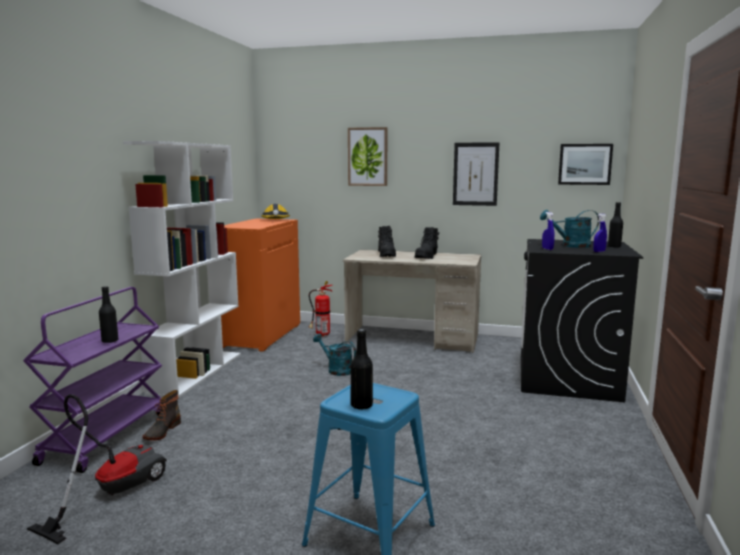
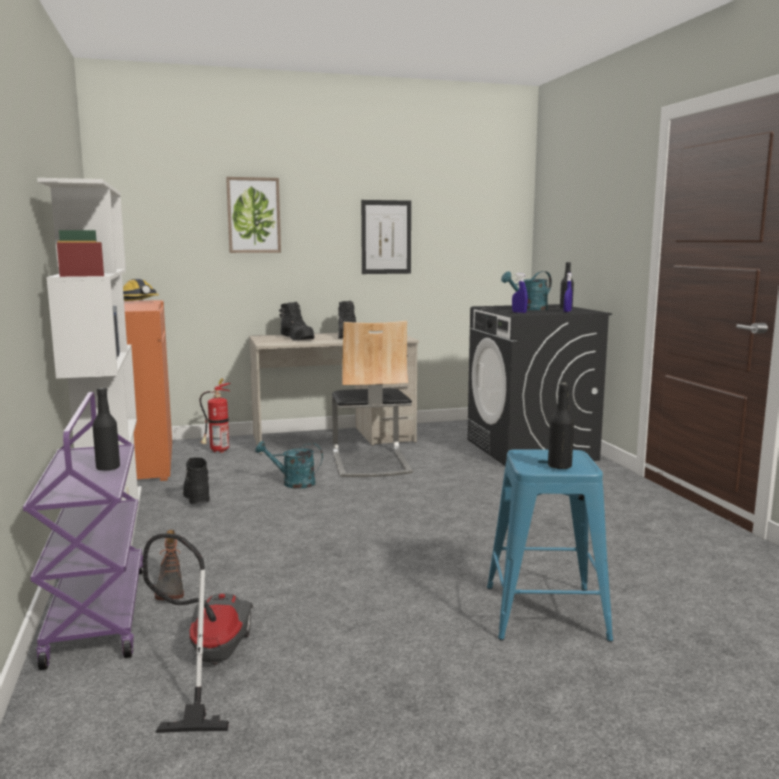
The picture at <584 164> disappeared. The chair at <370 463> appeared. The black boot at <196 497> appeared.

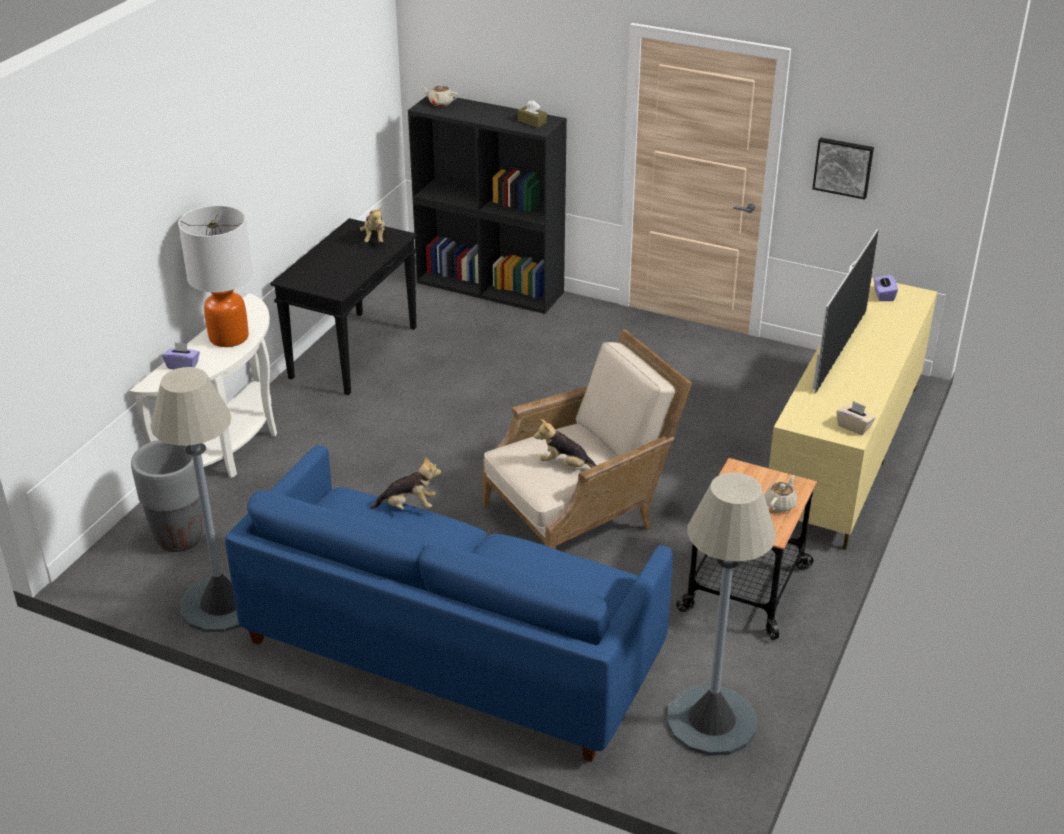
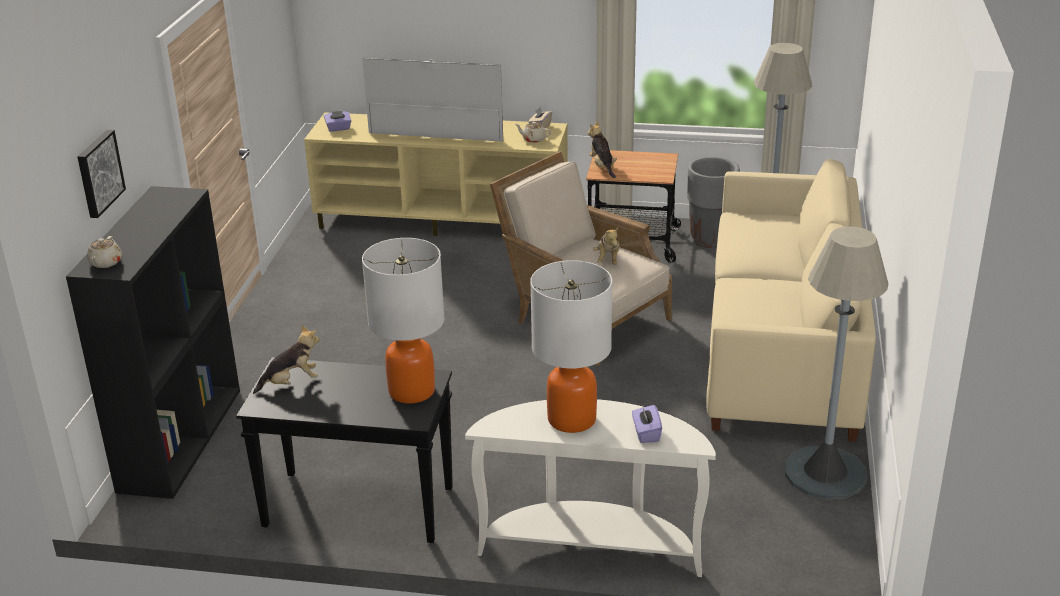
The brown tissue box at <532 122> disappeared. The picture moved from <843 167> to <98 173>. The grey planter moved from <179 538> to <709 240>. The blue sofa at <451 648> became the beige sofa at <782 345>. The plush toy moved from <408 506> to <602 167>. The beige teapot moved from <780 504> to <533 139>. The table lamp at <412 391> appeared.

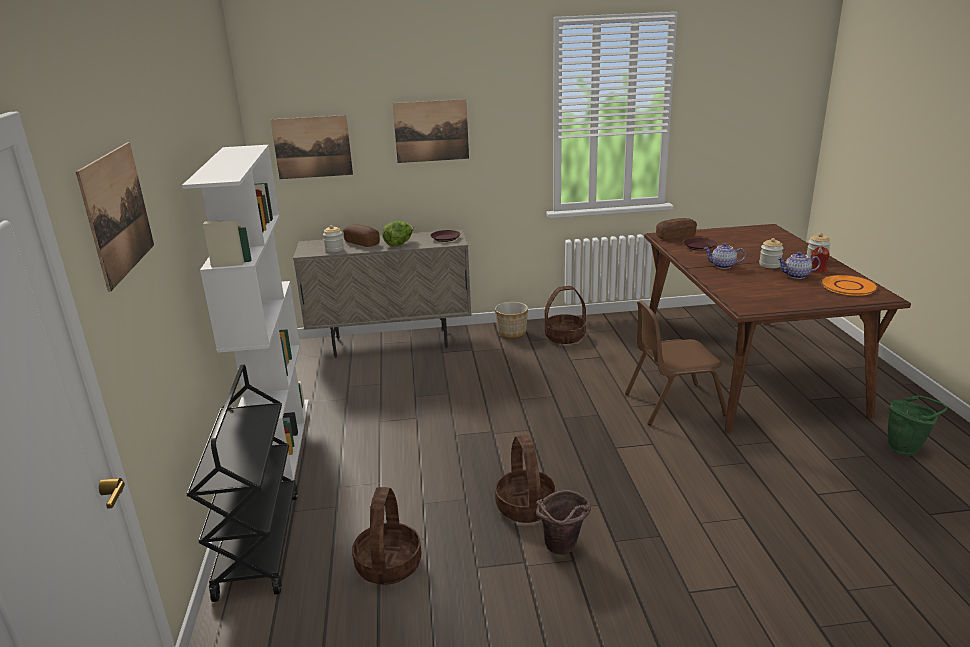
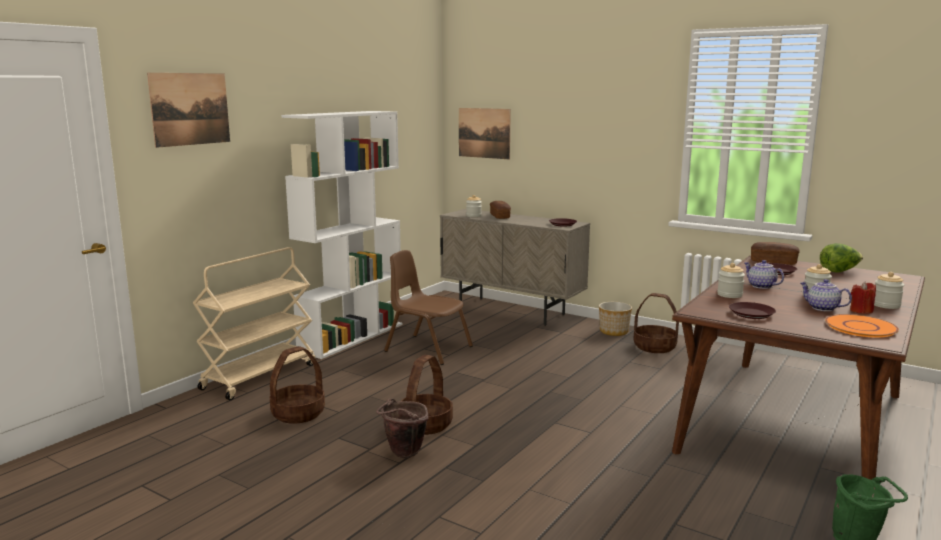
The picture at <431 131> disappeared. The lettuce moved from <399 244> to <839 271>. The brown chair moved from <673 404> to <428 349>. The black cart at <258 543> became the beige cart at <259 376>. The jar at <729 295> appeared. The brown plate at <751 314> appeared.

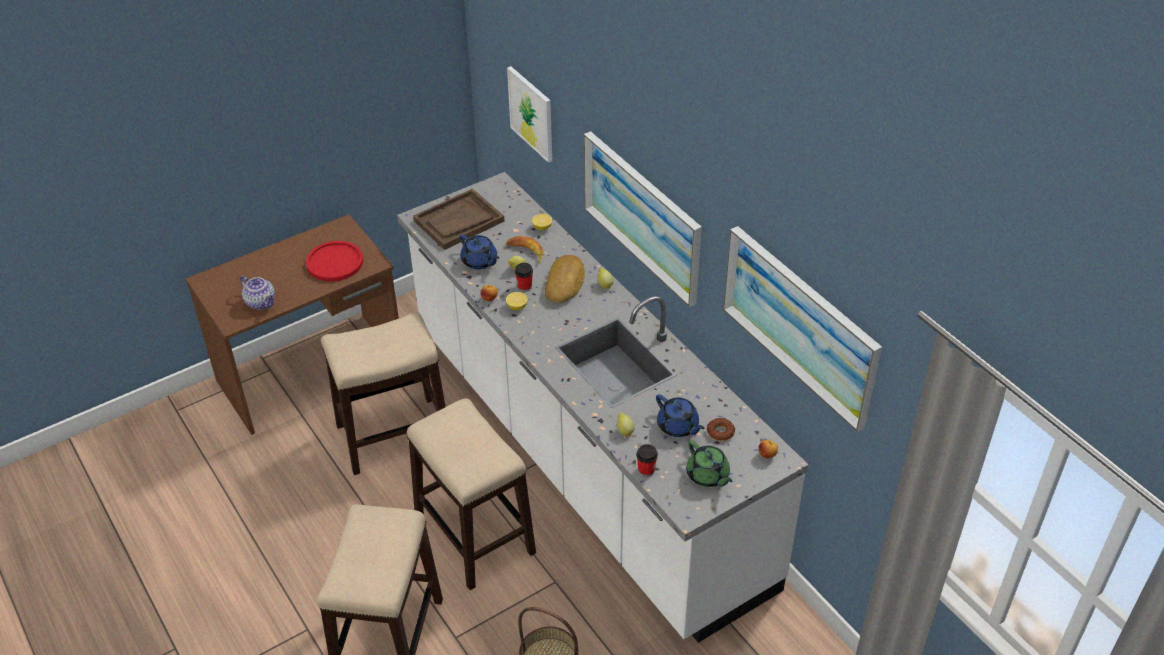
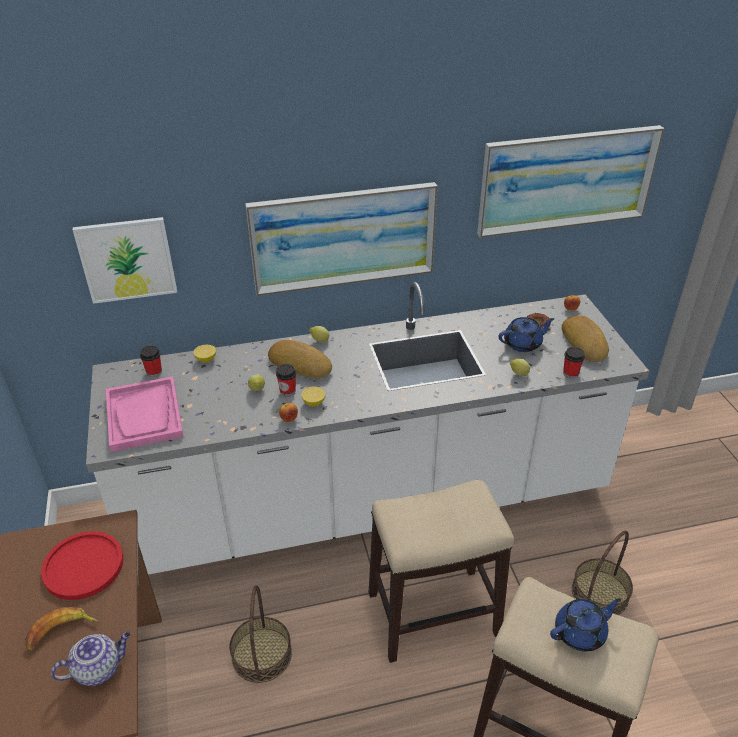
The brown tray at <459 221> became the pink tray at <144 415>. The blue teapot moved from <479 261> to <581 632>. The banana moved from <526 252> to <60 632>. The stool at <395 435> was replaced by the basket at <261 654>. The green teapot at <708 475> was replaced by the bread at <585 343>. The cup at <154 372> appeared.

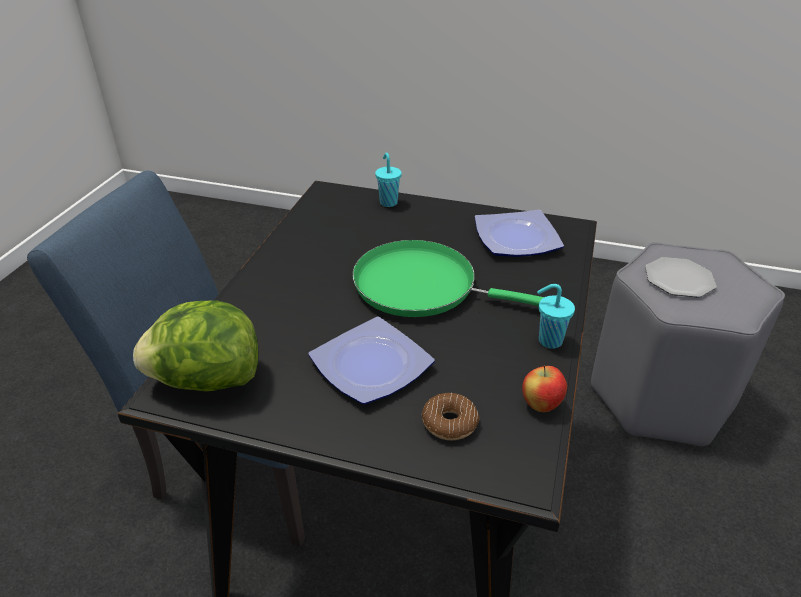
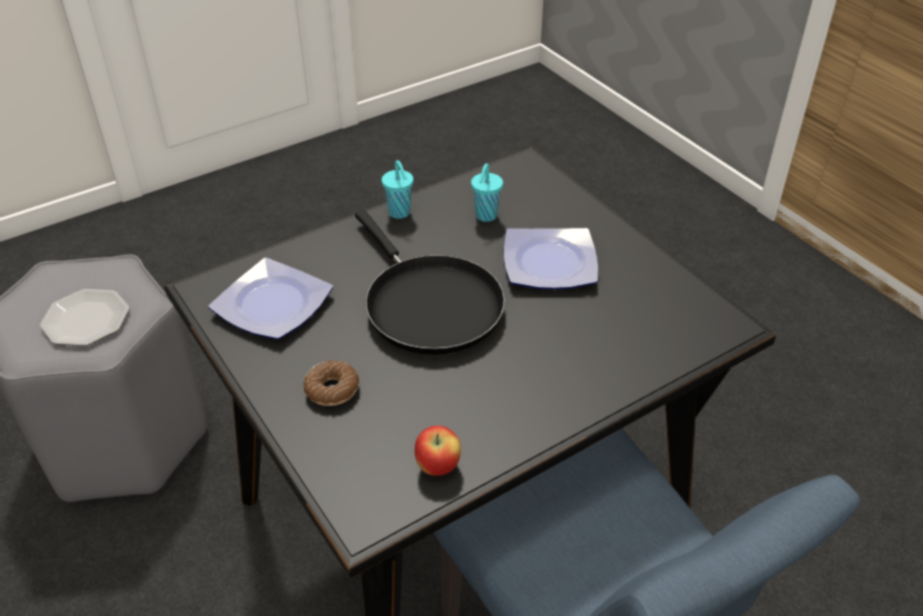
The turquoise cup moved from <388 202> to <485 216>. The green frying pan at <423 286> became the black frying pan at <428 304>. The lettuce at <207 380> disappeared. The apple moved from <541 405> to <438 466>. The donut moved from <449 423> to <332 389>.

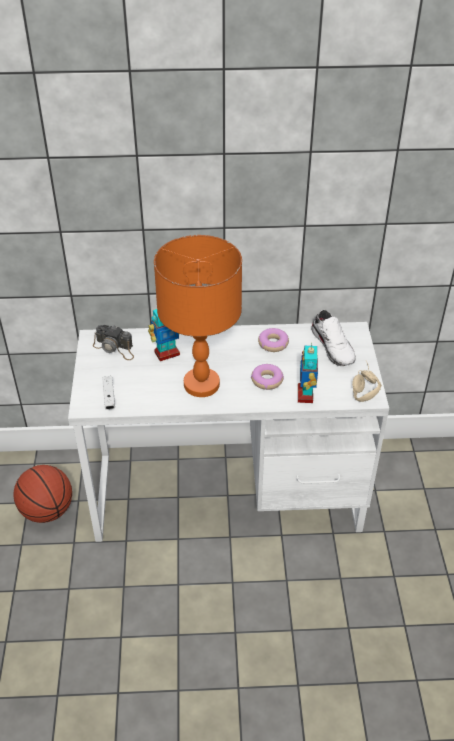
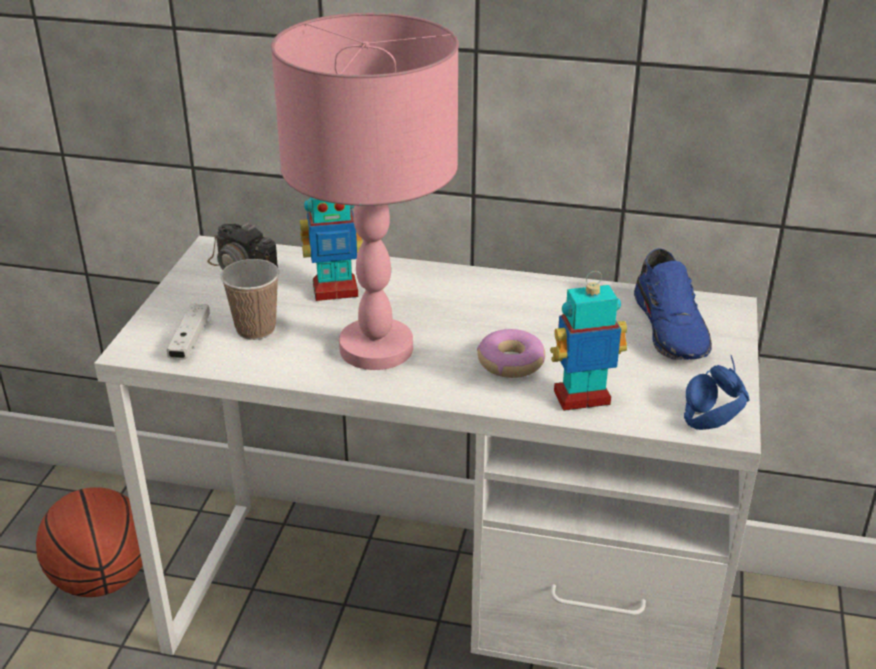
The orange table lamp at <202 384> became the pink table lamp at <377 348>. The white shoe at <334 347> became the blue shoe at <672 328>. The donut at <273 343> disappeared. The toy robot at <306 394> turned 60 degrees clockwise. The beige headphones at <361 385> became the blue headphones at <709 401>. The cup at <256 329> appeared.

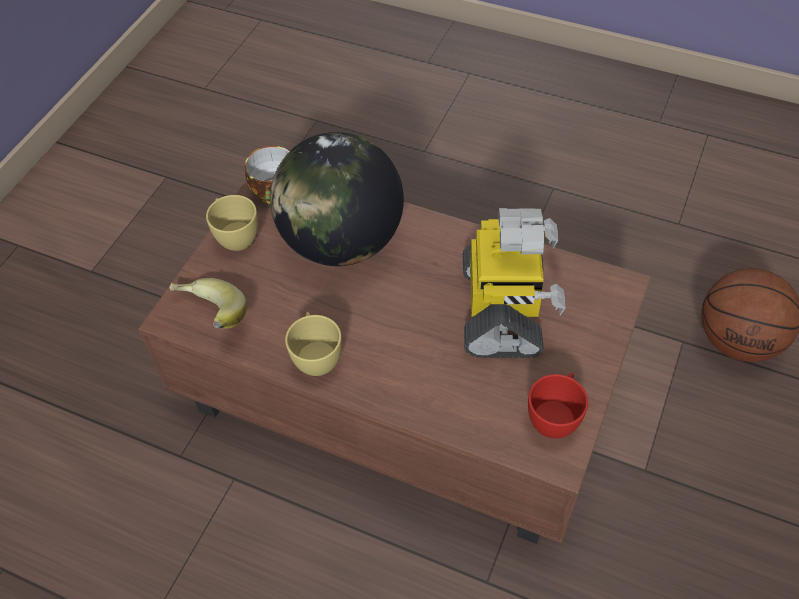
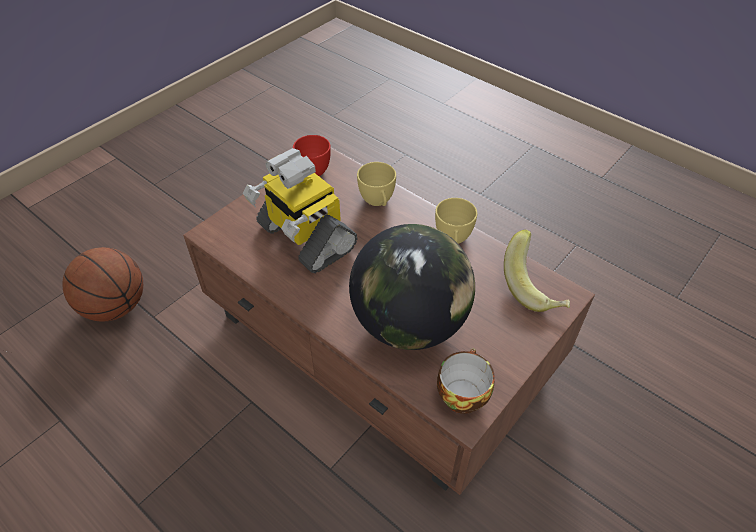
The yellow cup moved from <235 236> to <378 202>. The toy robot at <503 310> turned 60 degrees counterclockwise.

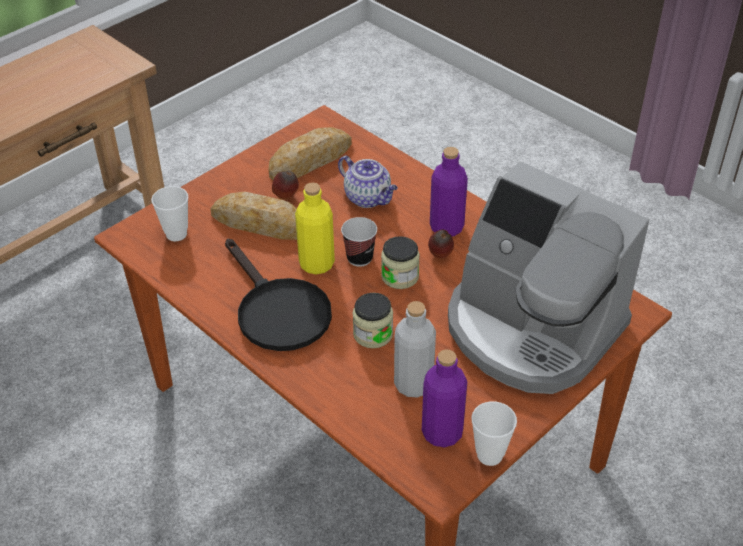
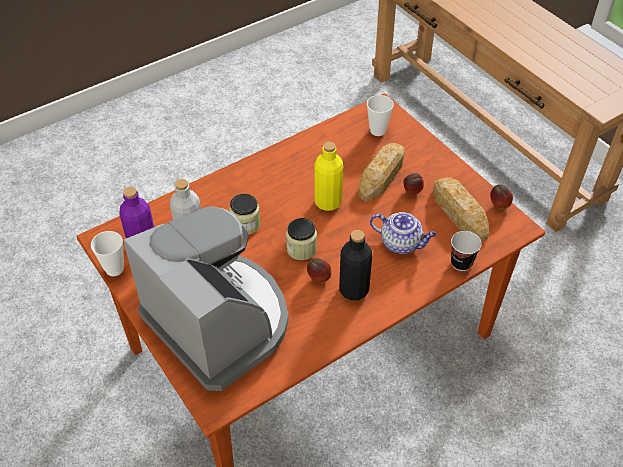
The purple bottle at <446 227> became the black bottle at <353 290>. The teapot at <369 198> turned 120 degrees counterclockwise. The coffee machine at <531 329> turned 90 degrees clockwise. The cup moved from <359 258> to <461 263>. The black frying pan at <277 311> disappeared. The apple at <499 206> appeared.

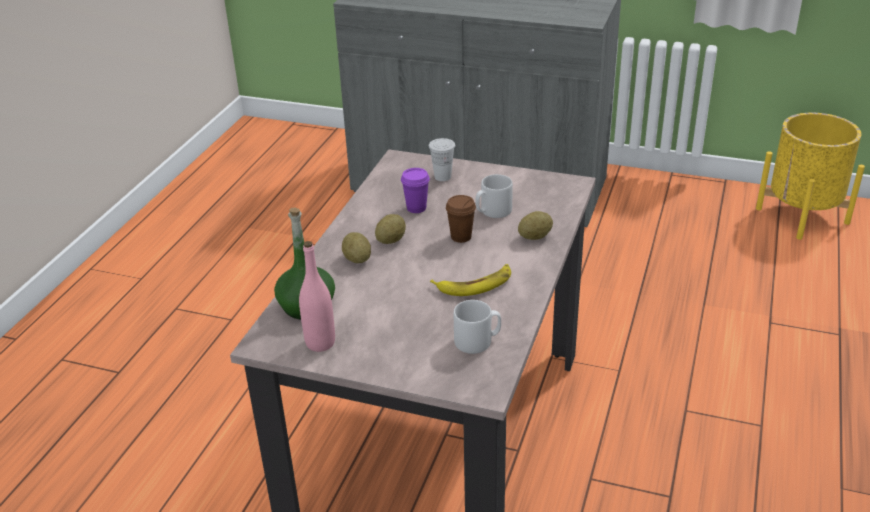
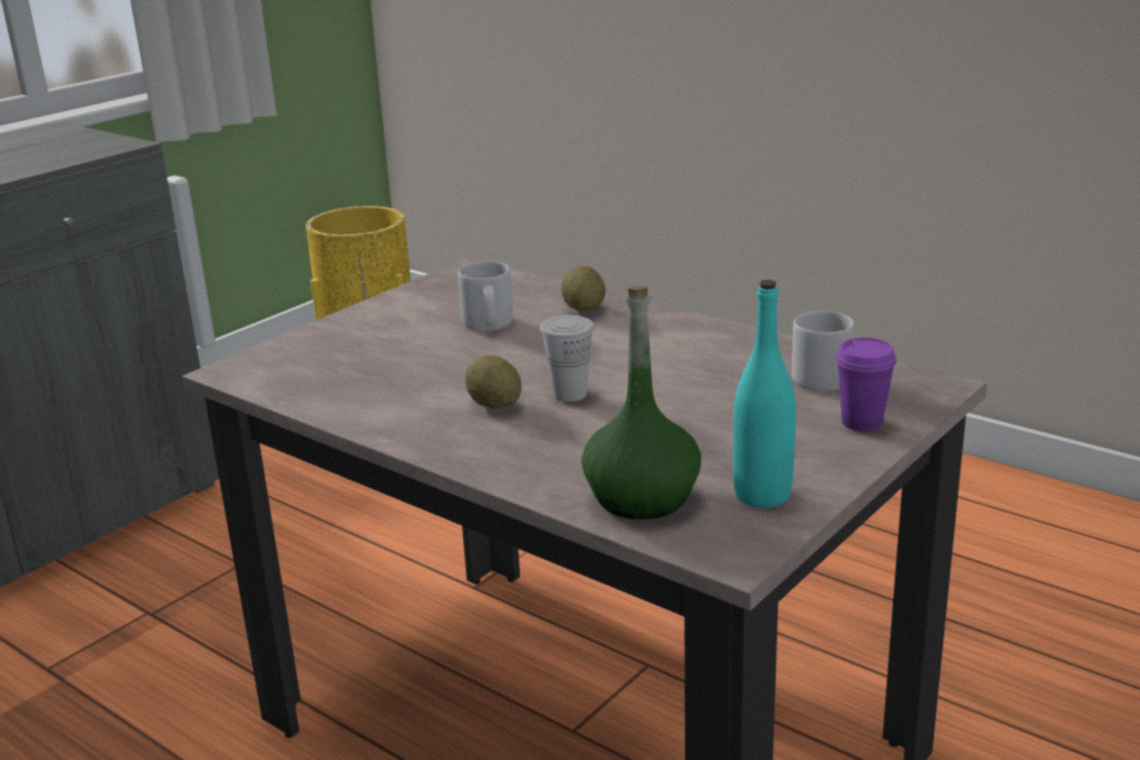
The white cup moved from <442 177> to <570 394>. The purple cup moved from <416 208> to <861 422>. The brown cup at <461 237> disappeared. The potato at <357 259> disappeared. The pink bottle at <320 343> became the turquoise bottle at <762 495>. The banana at <475 284> disappeared.

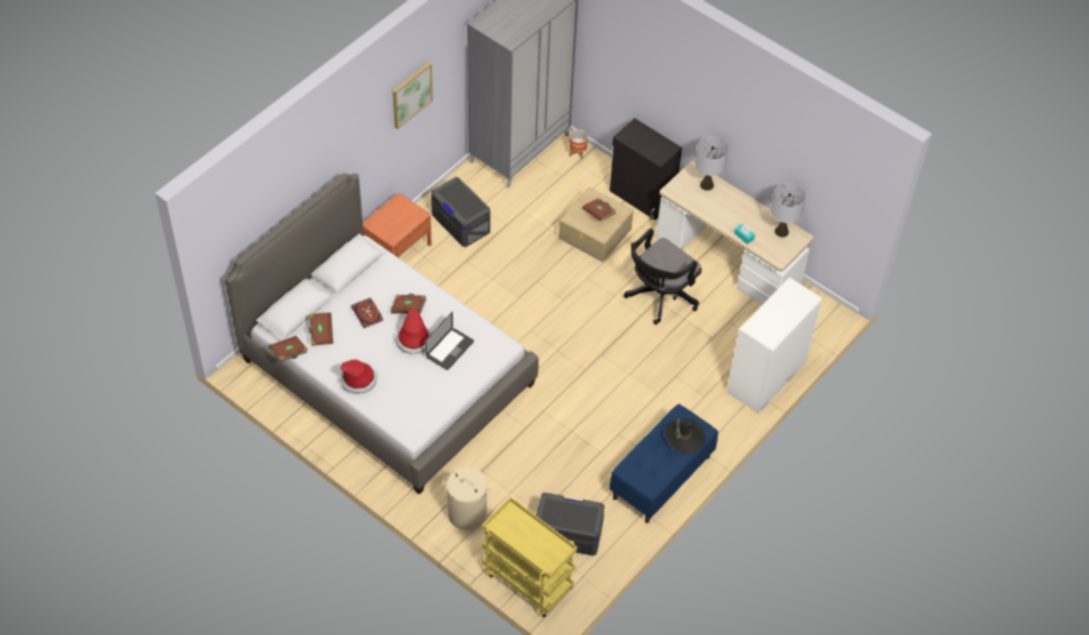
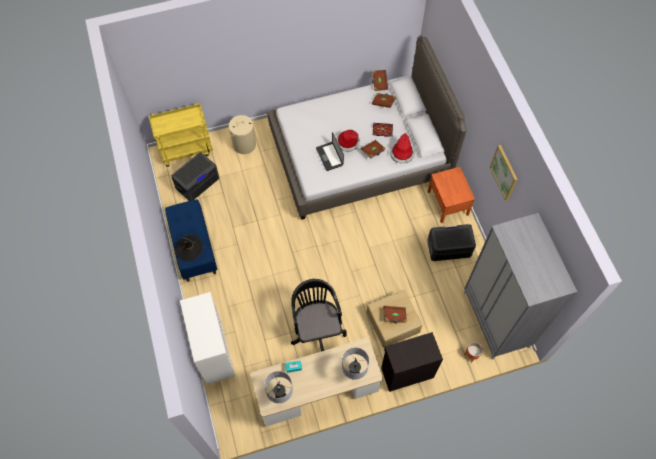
The hat moved from <358 380> to <402 154>.

